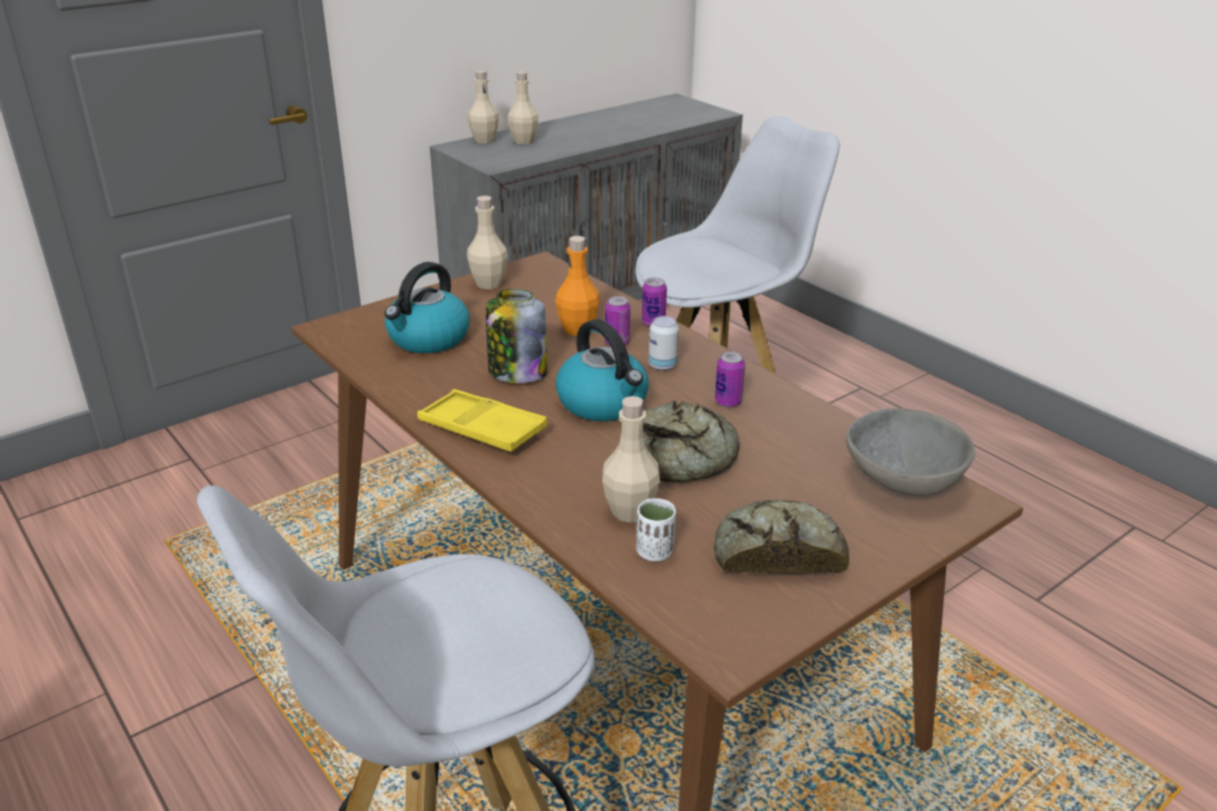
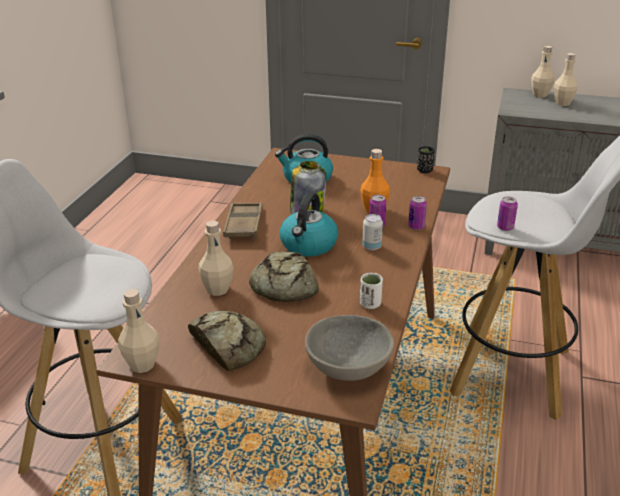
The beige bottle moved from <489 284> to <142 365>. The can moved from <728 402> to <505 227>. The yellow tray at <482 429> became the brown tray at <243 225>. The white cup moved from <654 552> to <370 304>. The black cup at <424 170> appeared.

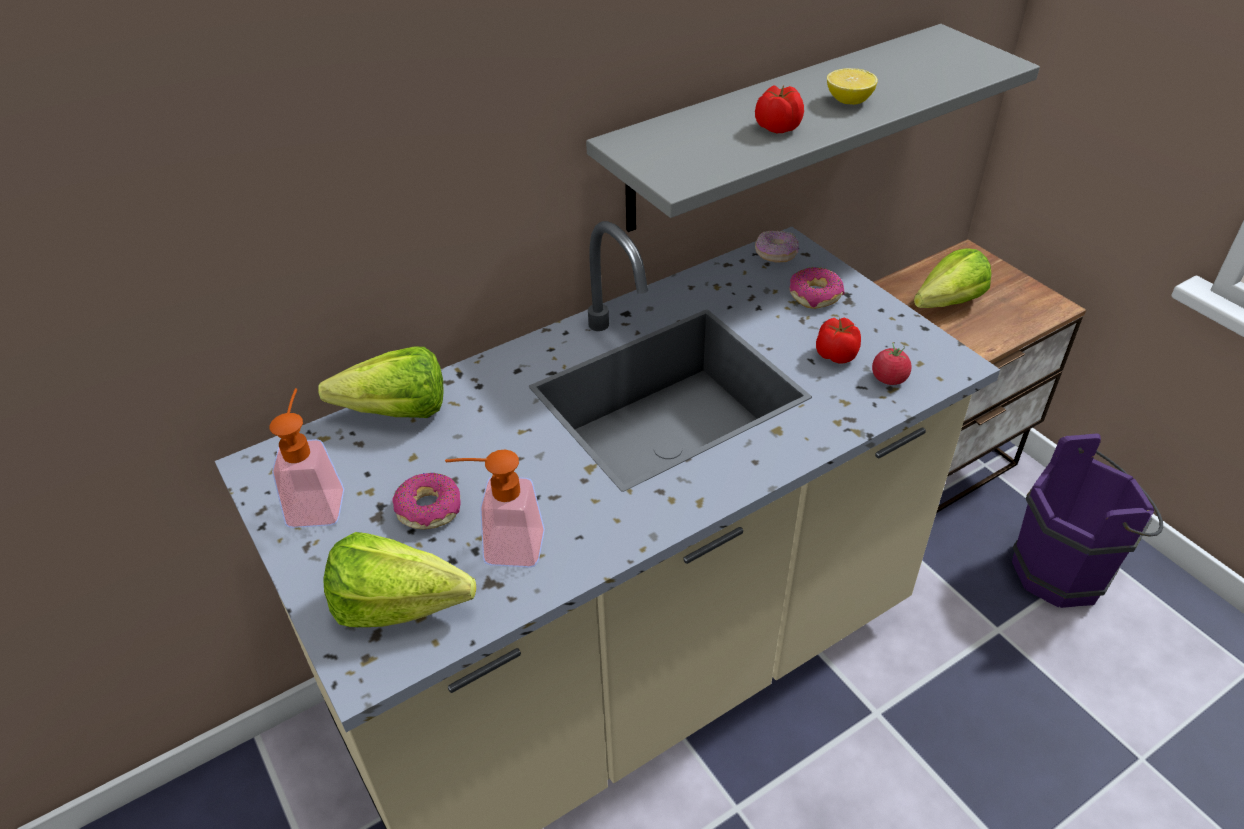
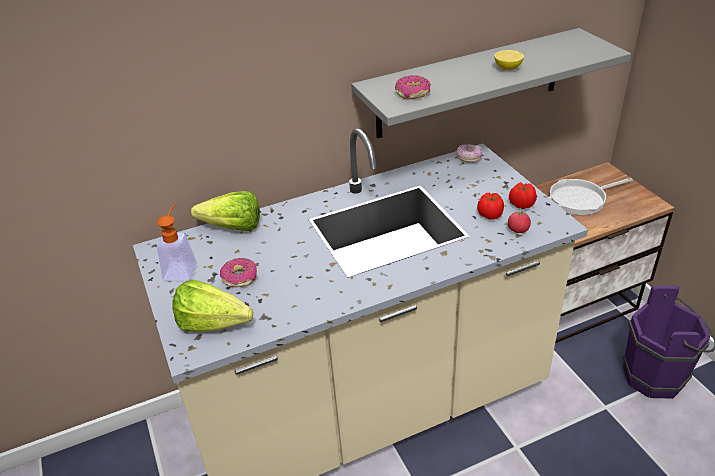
The tomato moved from <777 127> to <521 204>. The lettuce at <941 305> was replaced by the frying pan at <580 199>. The donut moved from <815 295> to <413 93>. The soap dispenser at <502 546> disappeared.

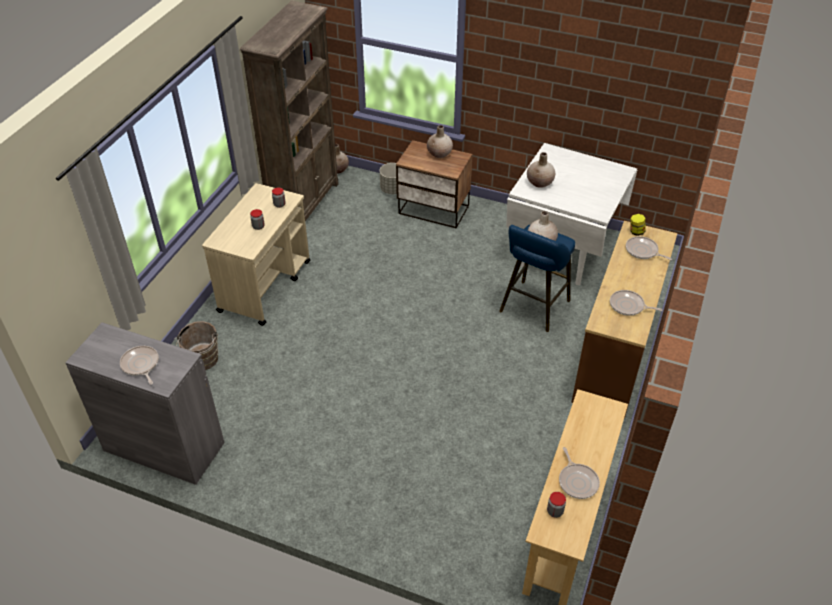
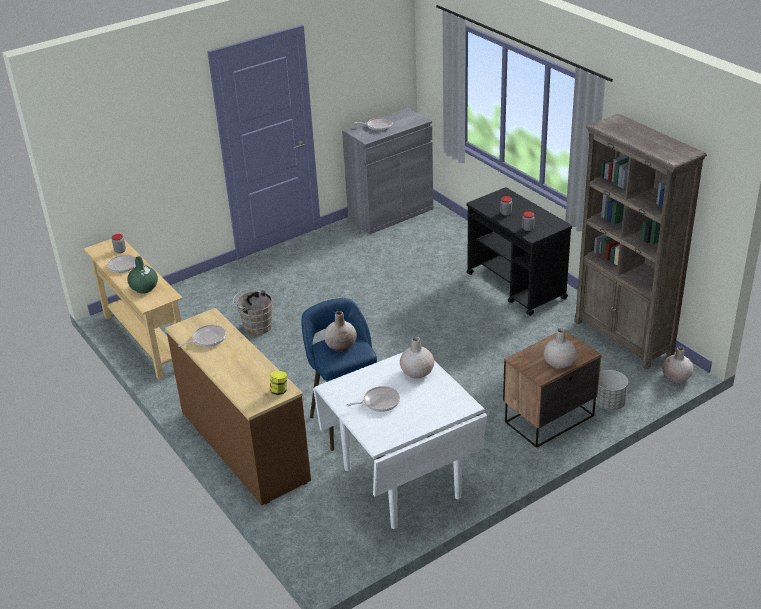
The beige cart at <265 286> became the black cart at <516 286>. The frying pan moved from <643 251> to <379 402>. The brown bucket moved from <202 361> to <256 326>. The green vase at <144 288> appeared.

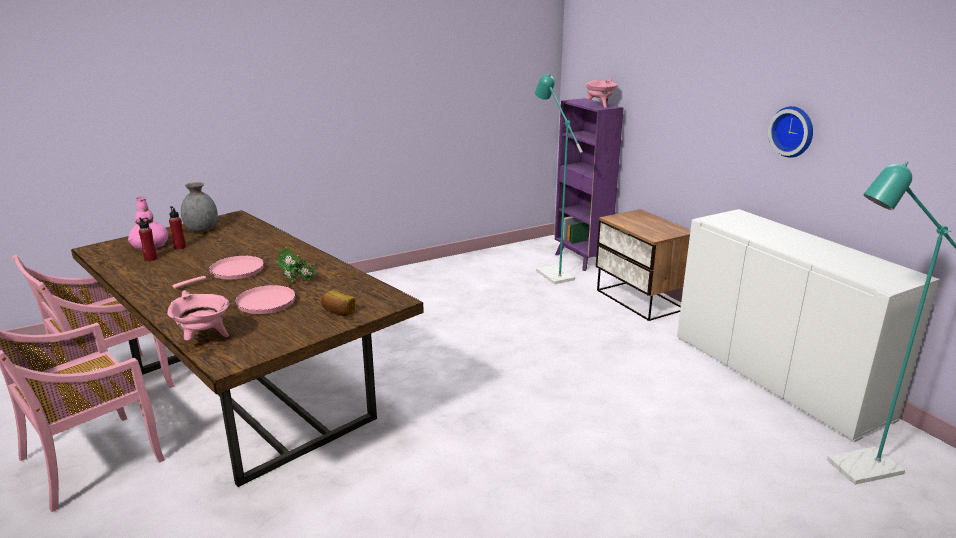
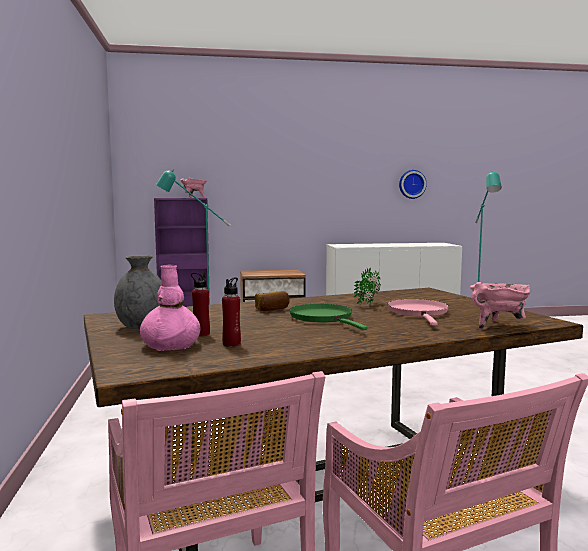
The wall clock moved from <793 131> to <411 184>. The pink frying pan at <233 272> became the green frying pan at <323 318>. The bread moved from <338 311> to <272 309>.

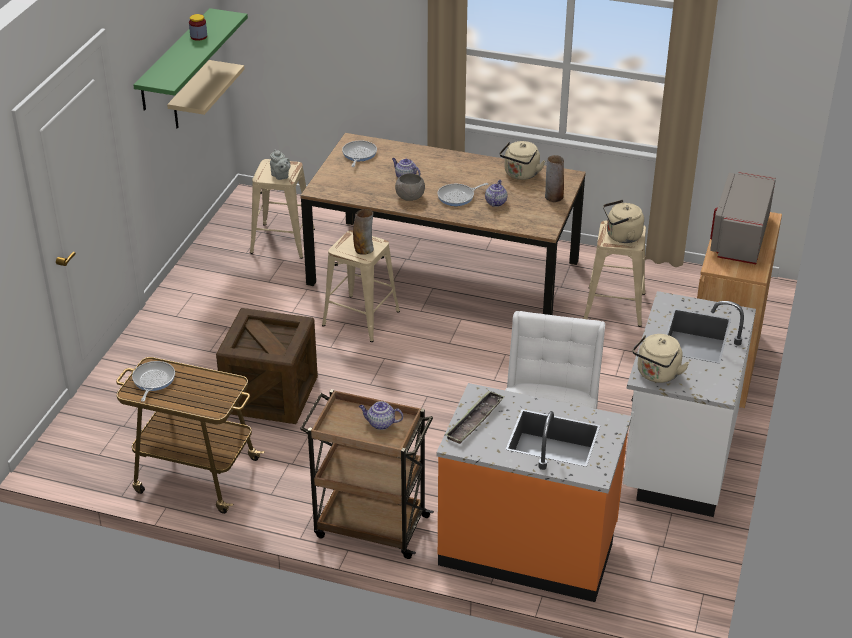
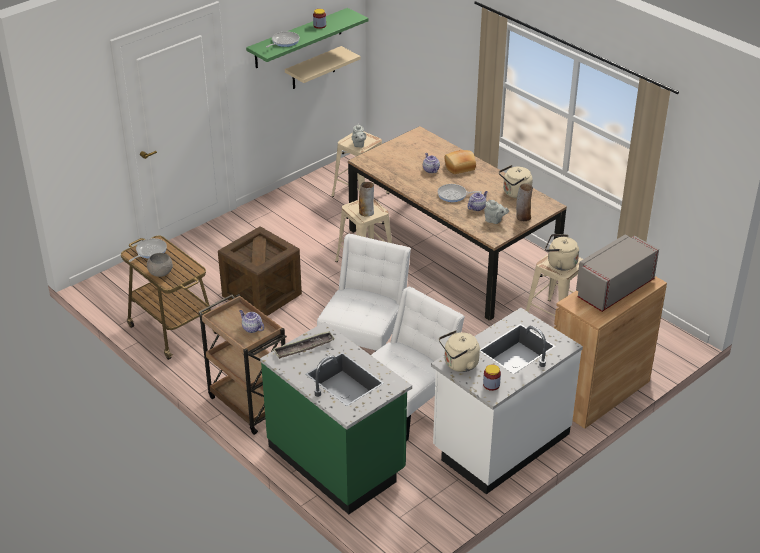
The frying pan moved from <358 154> to <284 42>. The grey bowl moved from <410 197> to <160 273>. The orange counter at <528 547> became the green counter at <337 460>. The bread at <460 167> appeared. The grey teapot at <494 221> appeared. The white chair at <365 343> appeared. The jar at <491 385> appeared.

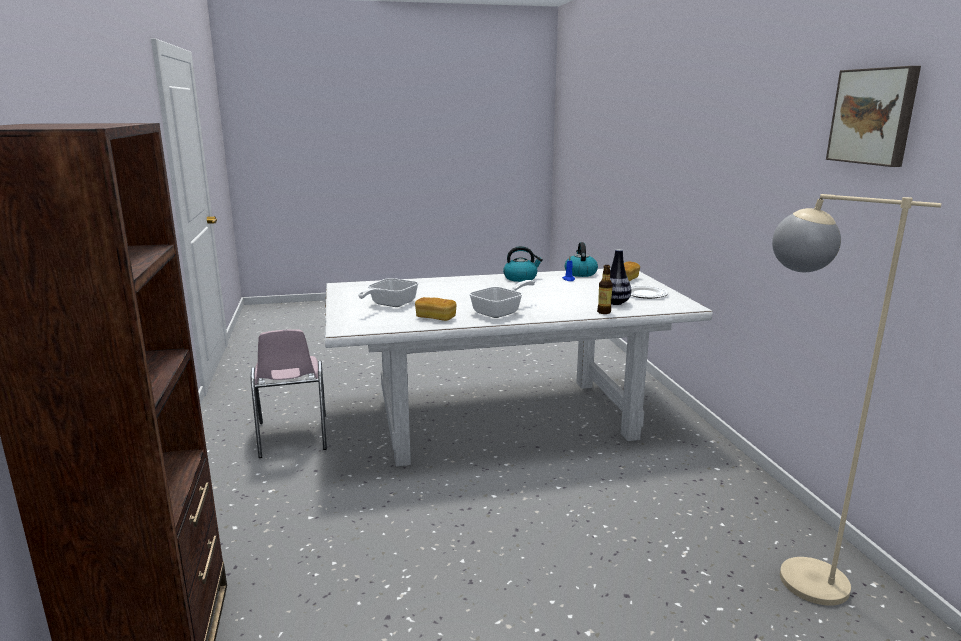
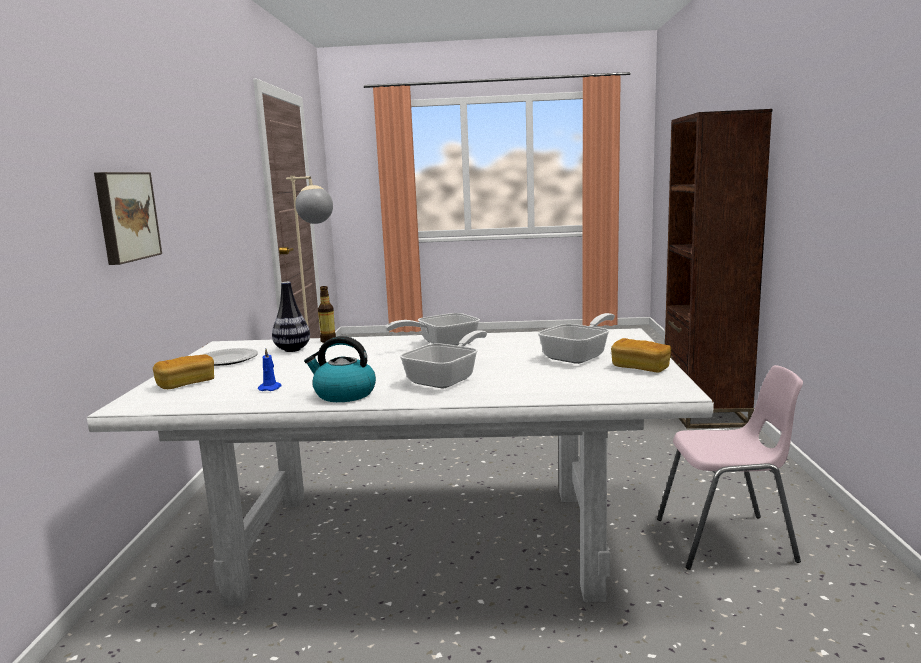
The picture moved from <874 116> to <125 216>. The kettle at <580 273> disappeared. The bread moved from <435 317> to <640 368>. The pink chair at <292 436> turned 90 degrees clockwise. The frying pan at <447 379> appeared.

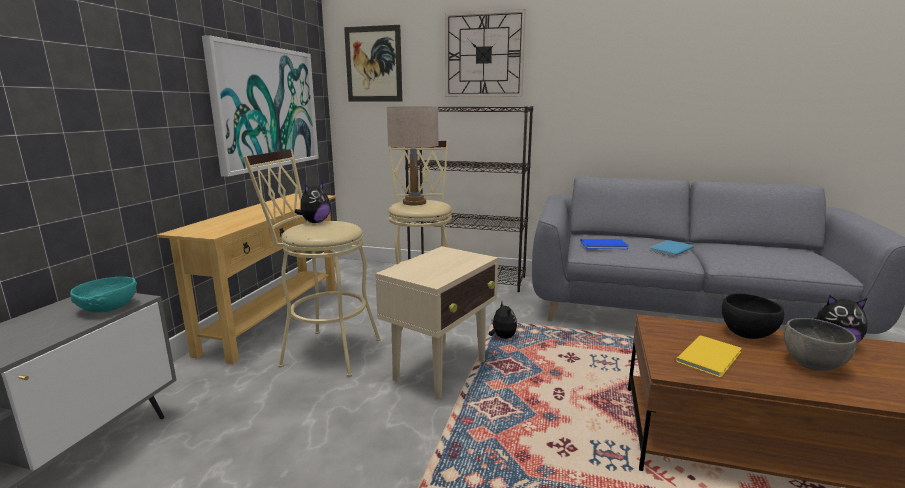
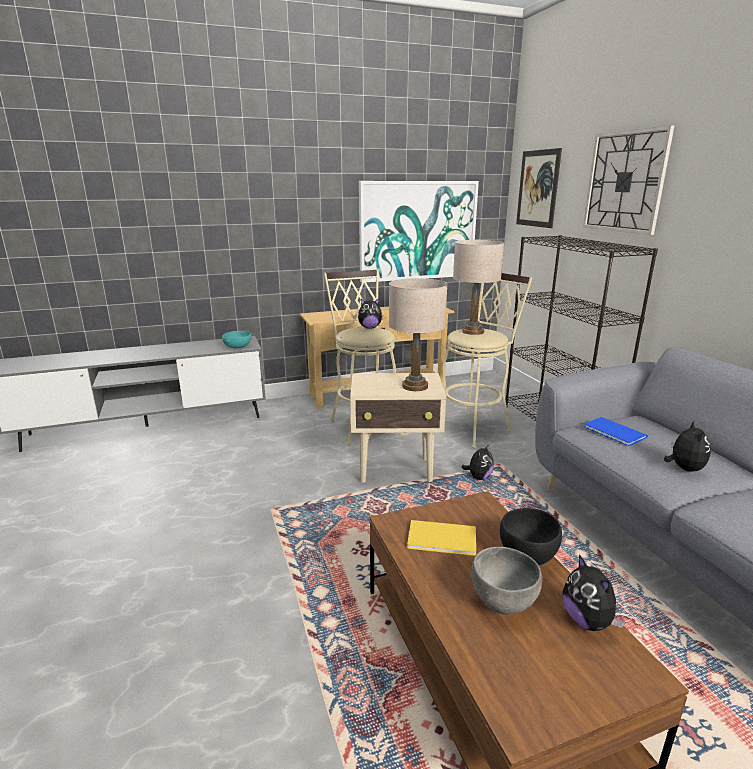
The blue book at <669 249> was replaced by the plush toy at <683 468>. The beige table lamp at <415 386> appeared.

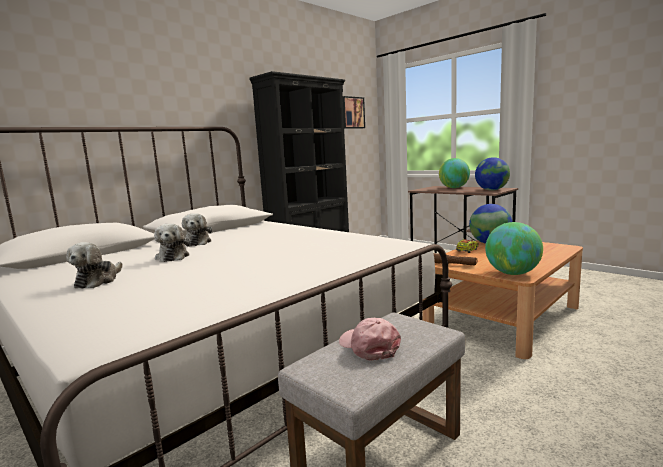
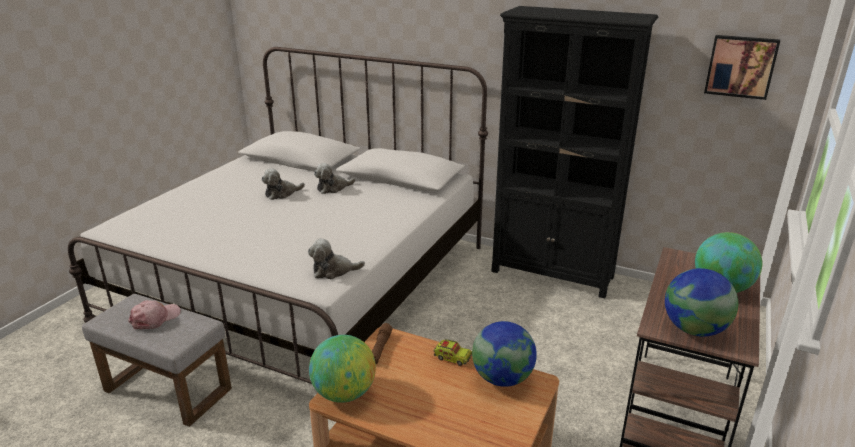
The plush toy moved from <98 281> to <333 271>.

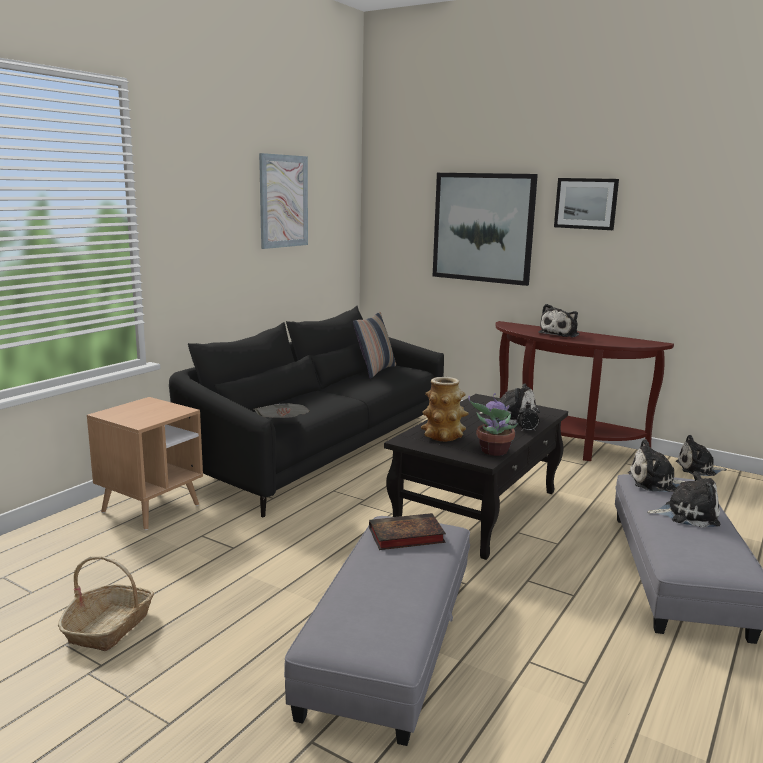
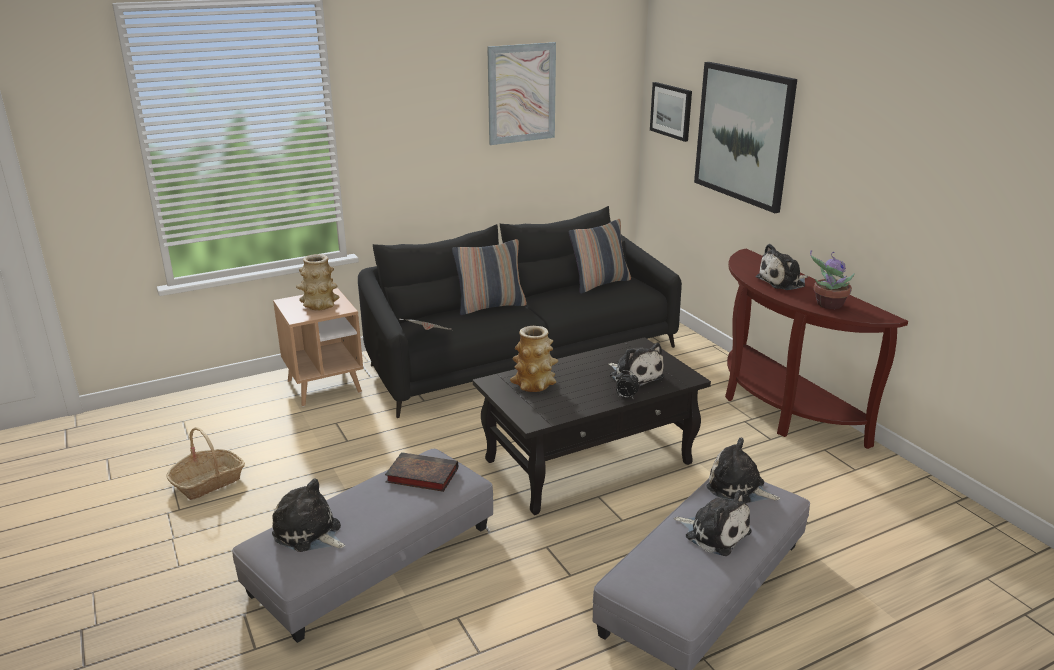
The picture moved from <586 203> to <671 111>. The potted plant moved from <493 452> to <828 305>. The plush toy moved from <698 469> to <309 533>. The pillow at <490 306> appeared. The vase at <319 305> appeared.

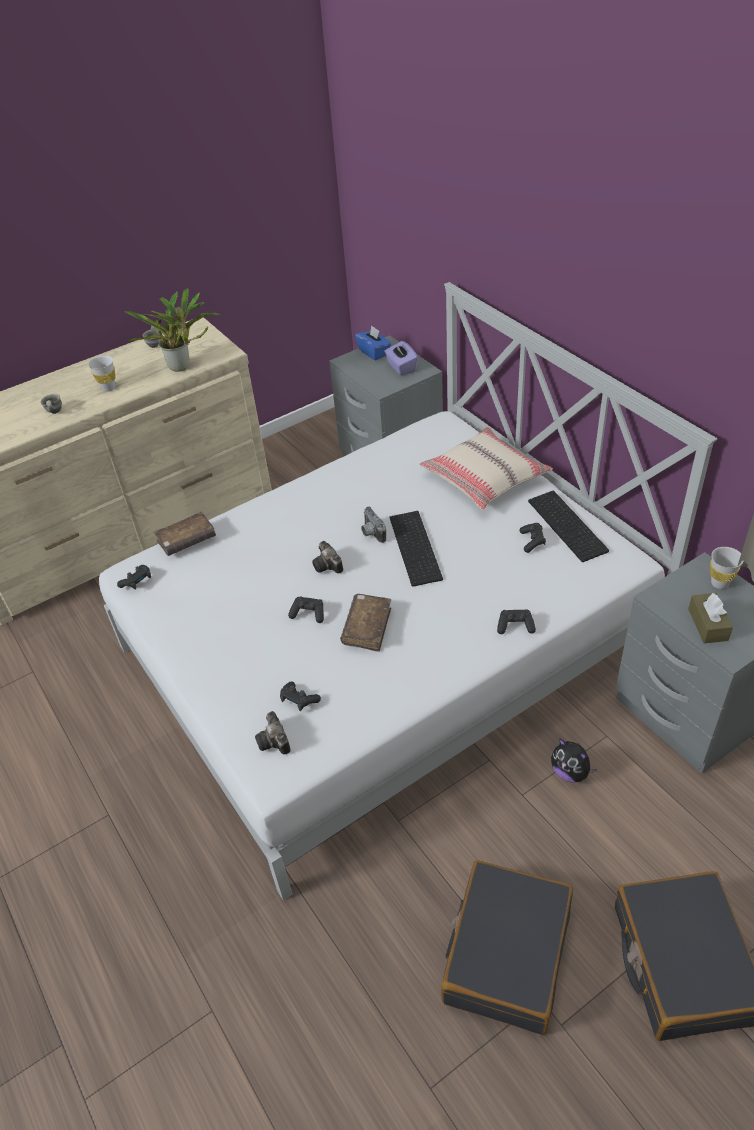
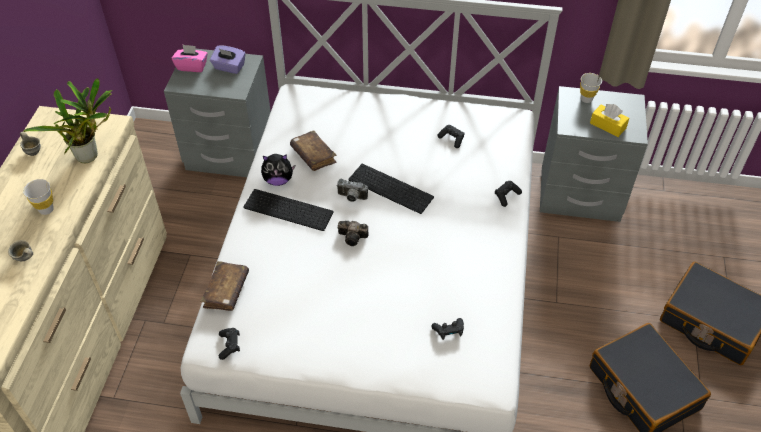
The blue tissue box at <374 352> became the pink tissue box at <192 66>. The beige pillow at <485 478> disappeared. The keyboard moved from <569 525> to <290 209>. The brown tissue box at <708 624> became the yellow tissue box at <607 125>. The brown book moved from <367 627> to <313 155>. The black game controller at <308 614> disappeared. The photo camera at <275 742> disappeared. The plush toy moved from <570 772> to <278 180>.

